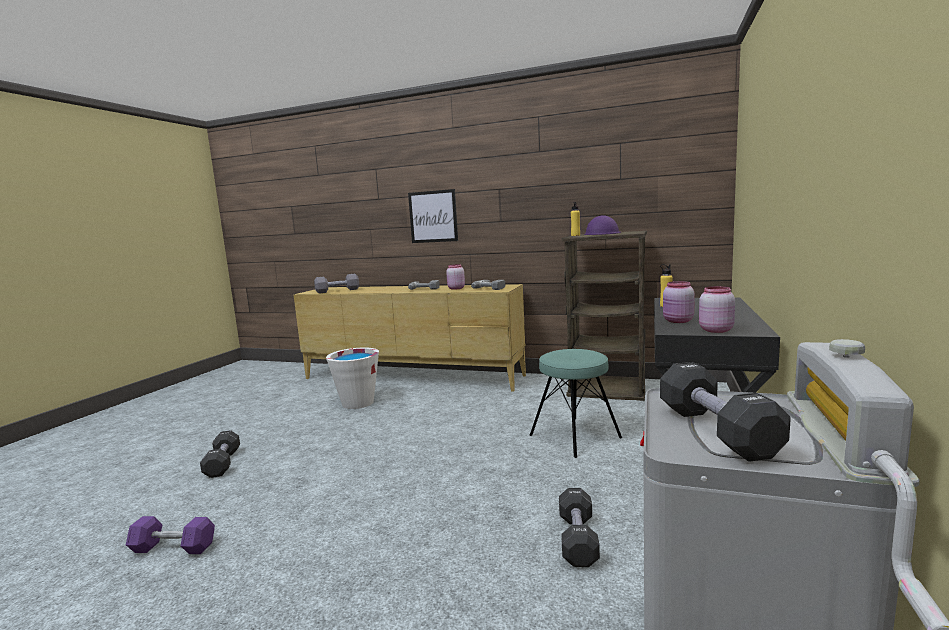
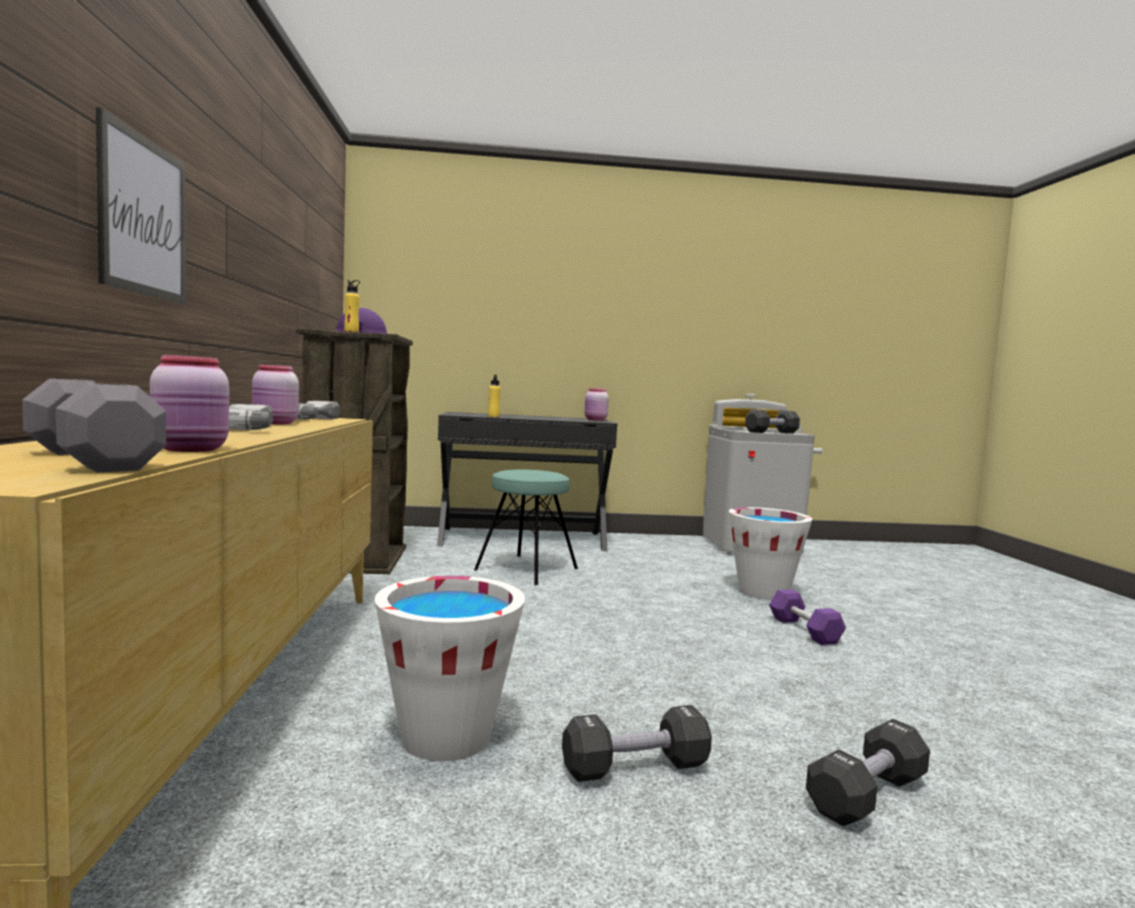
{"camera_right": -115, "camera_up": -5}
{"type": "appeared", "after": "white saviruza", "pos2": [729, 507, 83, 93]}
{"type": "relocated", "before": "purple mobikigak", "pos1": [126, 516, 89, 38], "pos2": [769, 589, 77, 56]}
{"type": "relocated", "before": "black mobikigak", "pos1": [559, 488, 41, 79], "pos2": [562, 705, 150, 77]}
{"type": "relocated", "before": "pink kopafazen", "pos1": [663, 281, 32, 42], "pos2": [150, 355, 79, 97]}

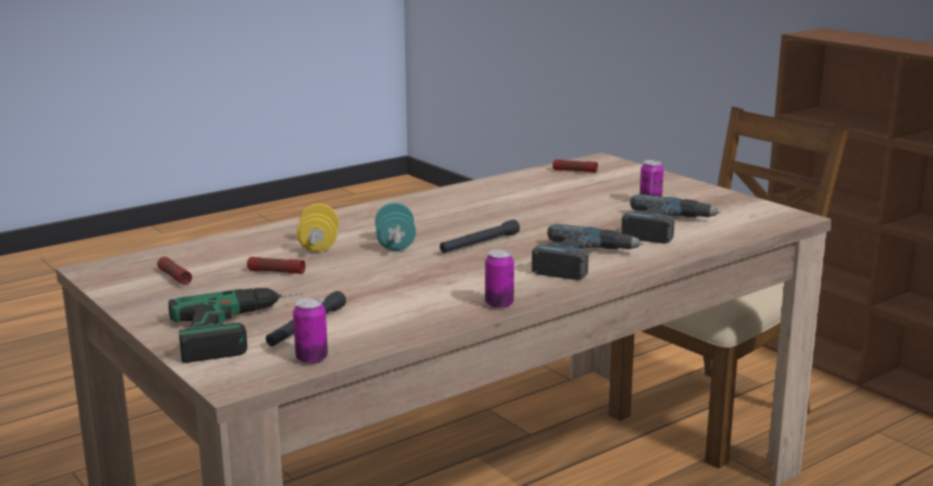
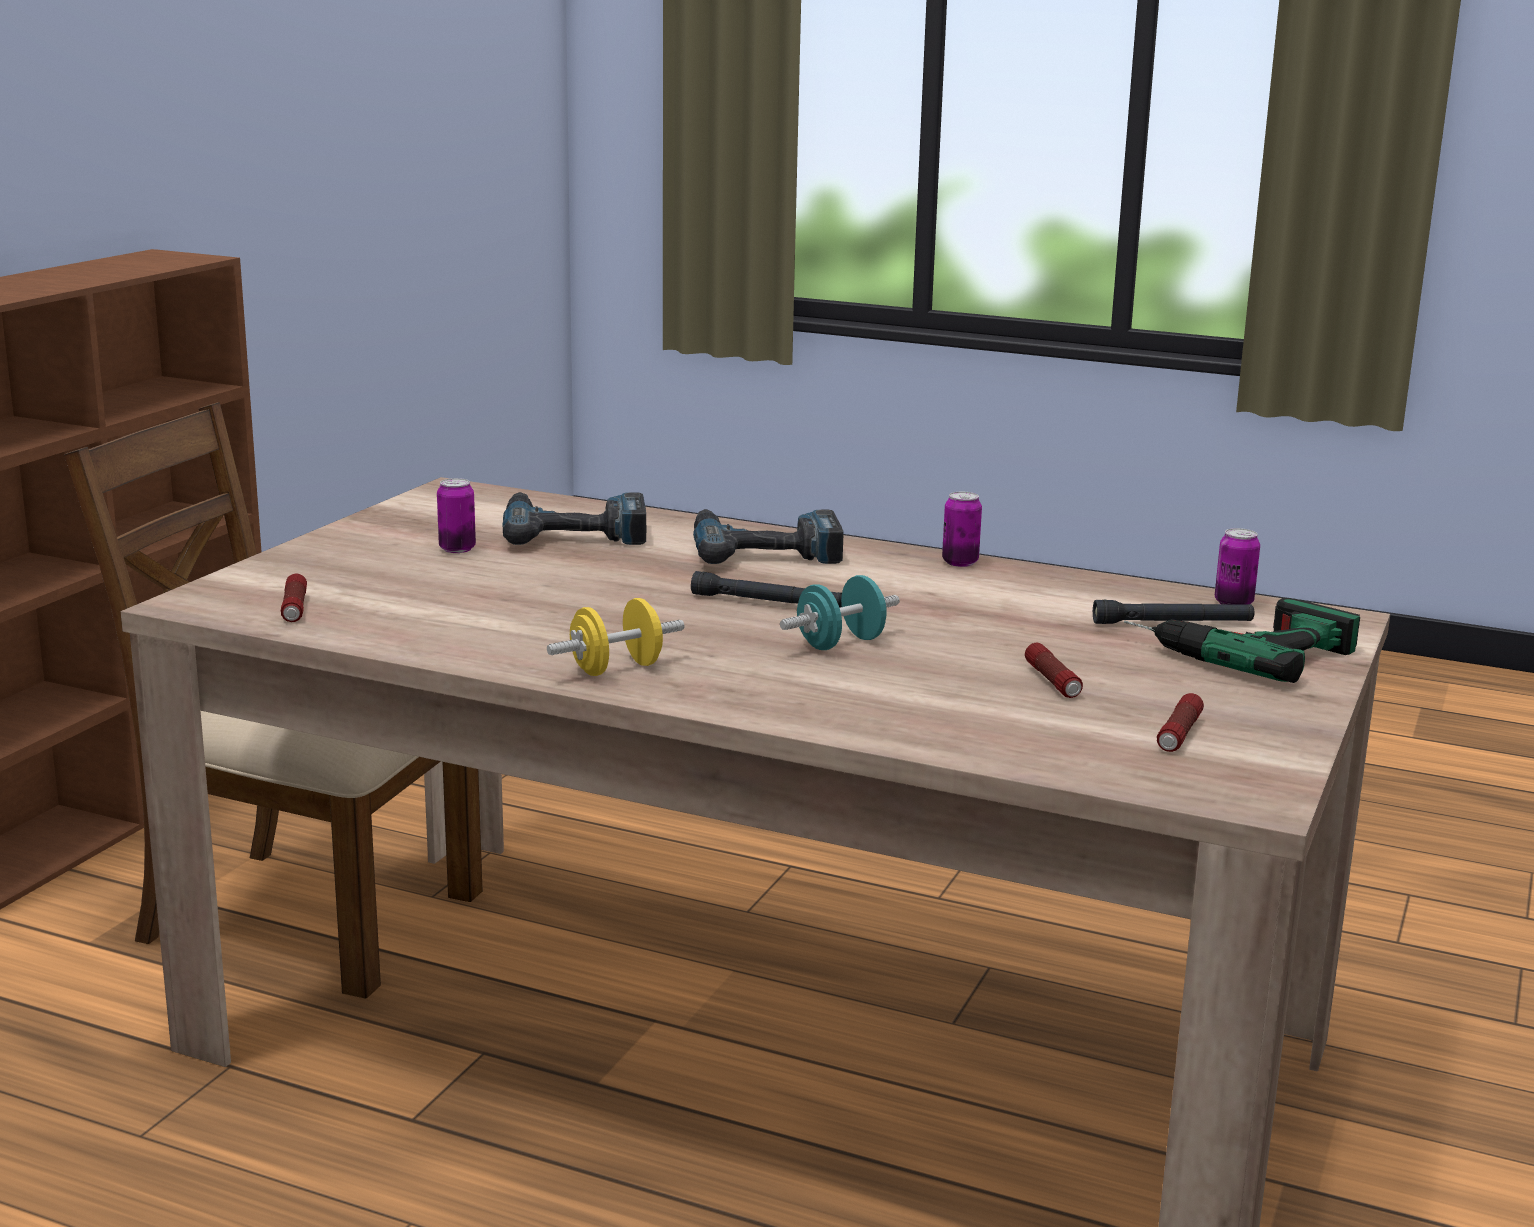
{"camera_right": -120, "camera_up": 0}
{"type": "relocated", "before": "yellow mobikigak", "pos1": [296, 204, 43, 48], "pos2": [547, 598, 137, 78]}

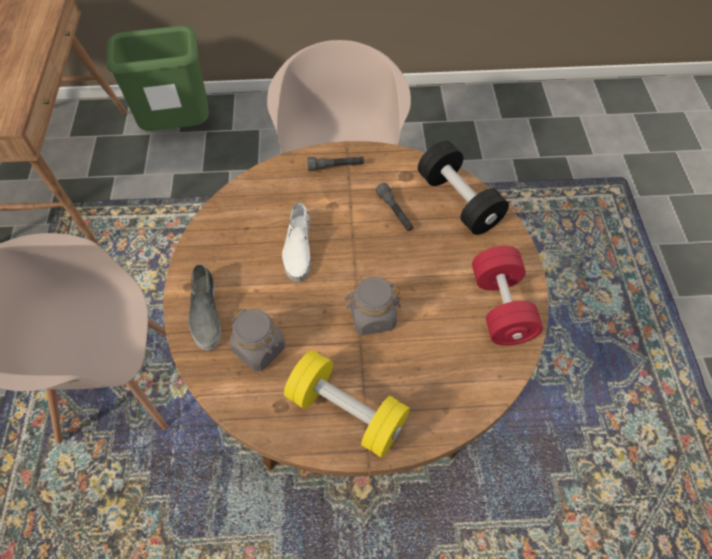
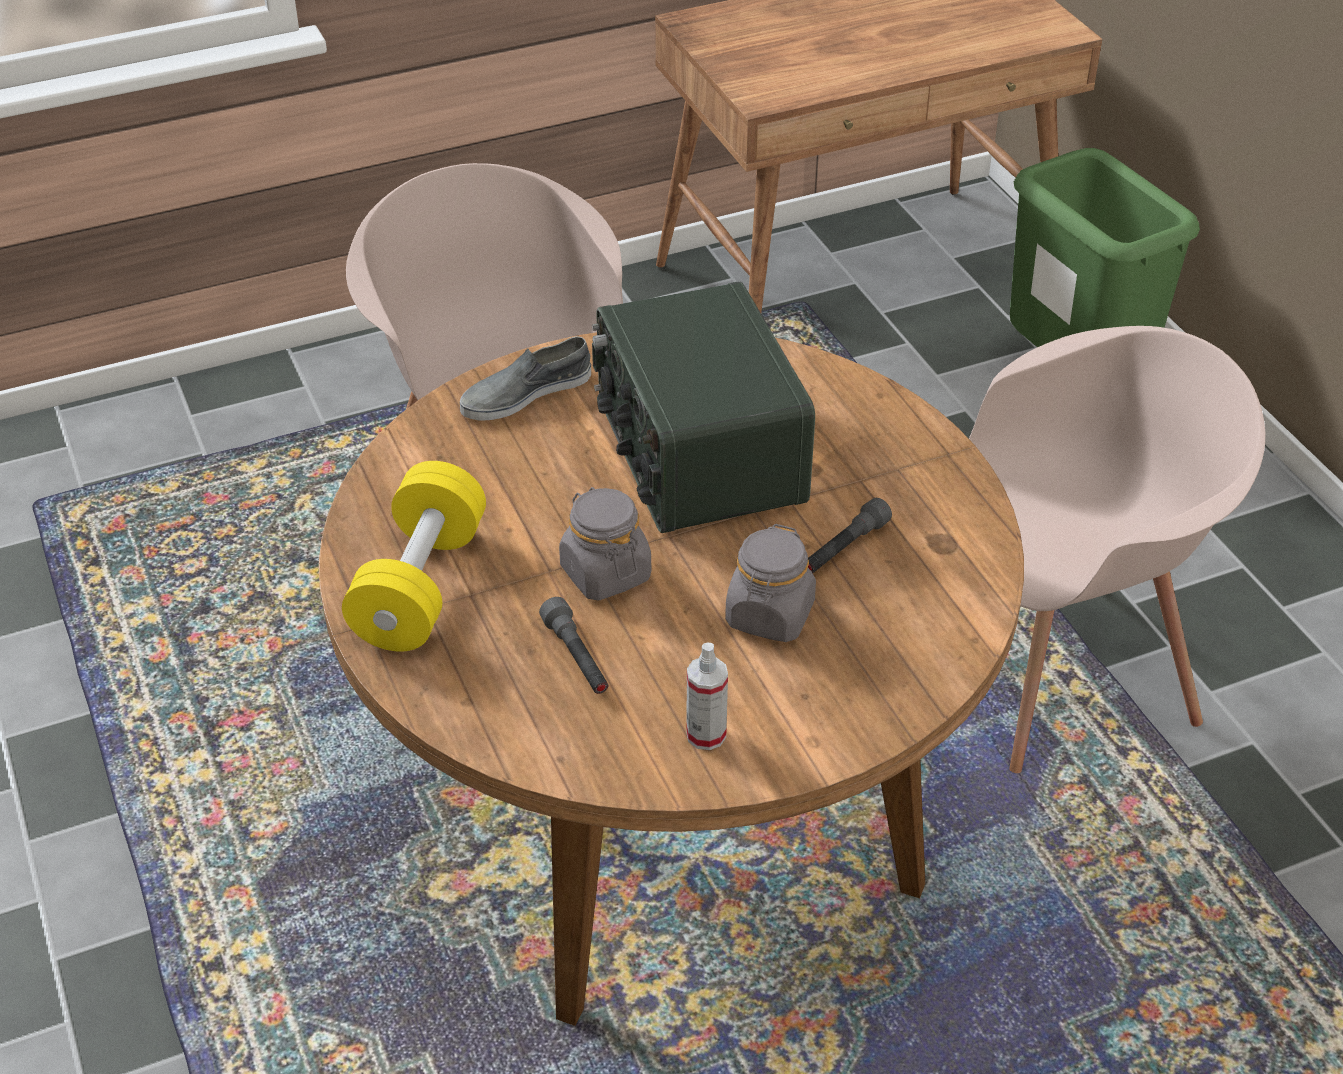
{"camera_right": 70, "camera_up": -15}
{"type": "missing", "before": "black mobikigak", "pos1": [418, 141, 91, 94]}
{"type": "relocated", "before": "grey kopafazen", "pos1": [230, 309, 55, 62], "pos2": [725, 524, 91, 118]}
{"type": "relocated", "before": "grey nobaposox", "pos1": [307, 157, 57, 14], "pos2": [539, 597, 69, 97]}
{"type": "exchanged", "before": "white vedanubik", "after": "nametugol", "pos1": [282, 203, 29, 79], "pos2": [592, 281, 223, 252]}
{"type": "exchanged", "before": "red mobikigak", "after": "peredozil", "pos1": [472, 246, 71, 100], "pos2": [686, 643, 42, 107]}

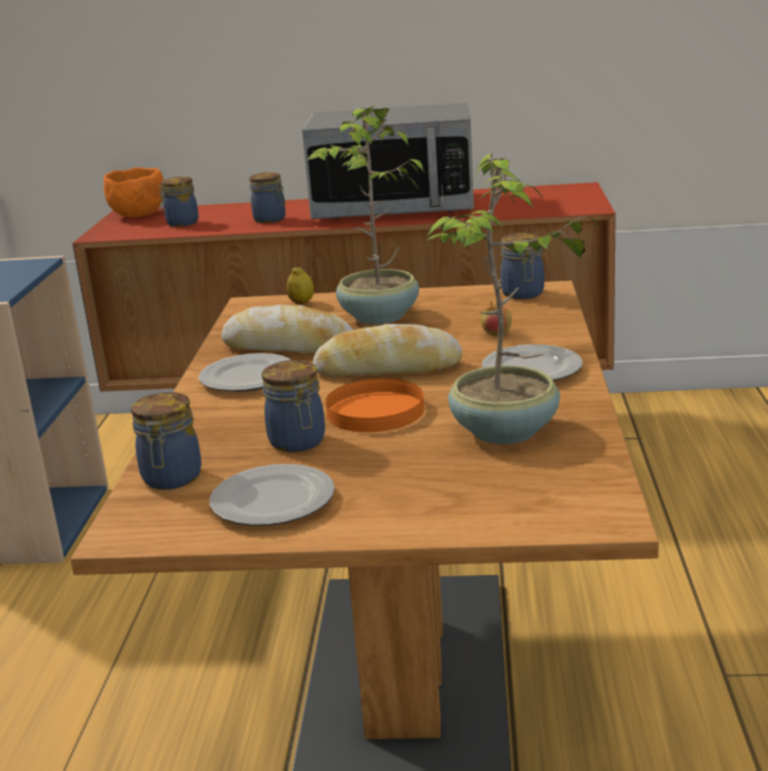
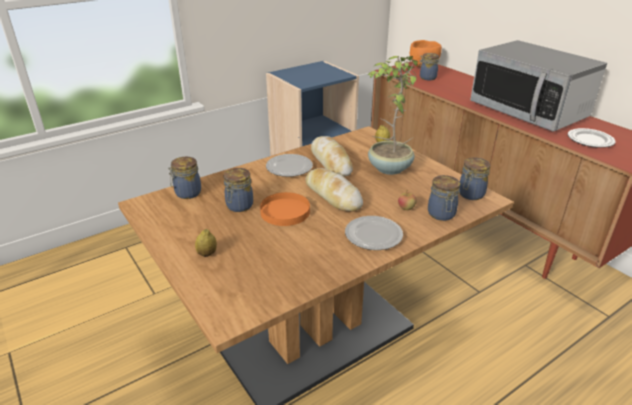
{"camera_right": 50, "camera_up": 10}
{"type": "missing", "before": "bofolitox", "pos1": [425, 154, 176, 290]}
{"type": "appeared", "after": "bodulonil", "pos2": [195, 229, 22, 28]}
{"type": "relocated", "before": "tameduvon", "pos1": [209, 464, 126, 62], "pos2": [568, 128, 48, 20]}
{"type": "relocated", "before": "kopafazen", "pos1": [249, 172, 37, 51], "pos2": [428, 175, 32, 46]}

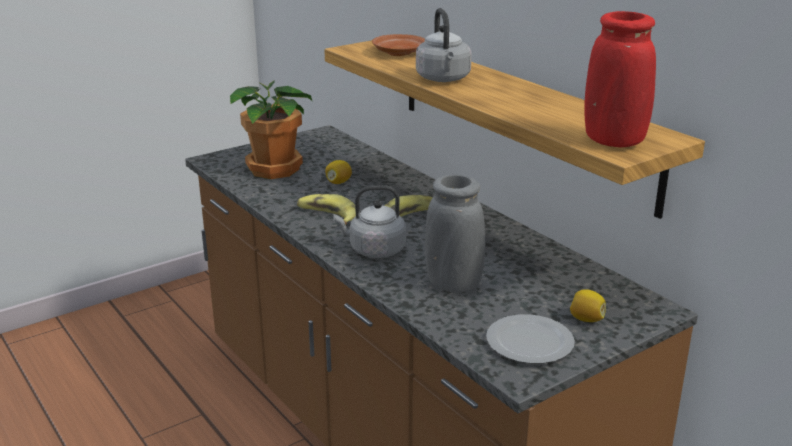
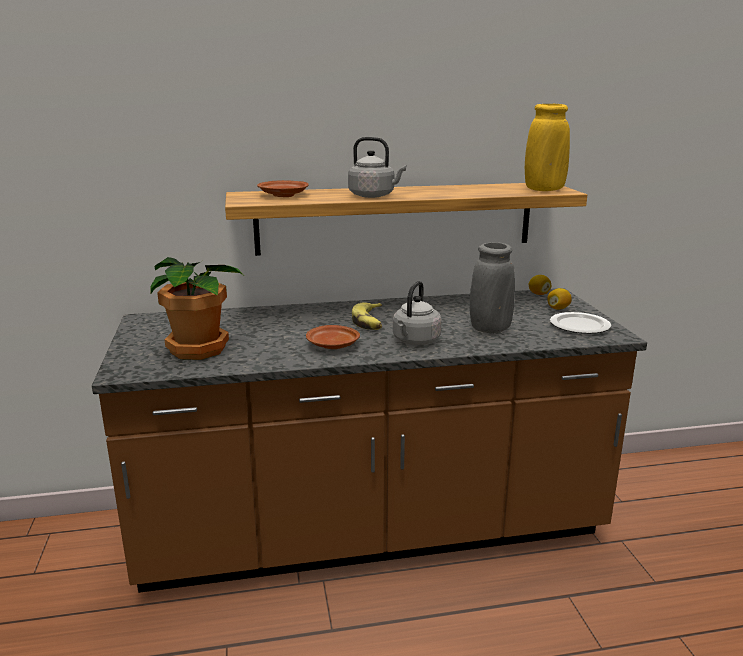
{"camera_right": -65, "camera_up": -5}
{"type": "relocated", "before": "bodulonil", "pos1": [325, 160, 27, 24], "pos2": [529, 275, 22, 20]}
{"type": "exchanged", "before": "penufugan", "after": "brown tameduvon", "pos1": [297, 194, 59, 31], "pos2": [306, 325, 54, 24]}
{"type": "colour", "before": "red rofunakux", "after": "yellow rofunakux", "pos1": [584, 11, 72, 136], "pos2": [525, 104, 45, 87]}

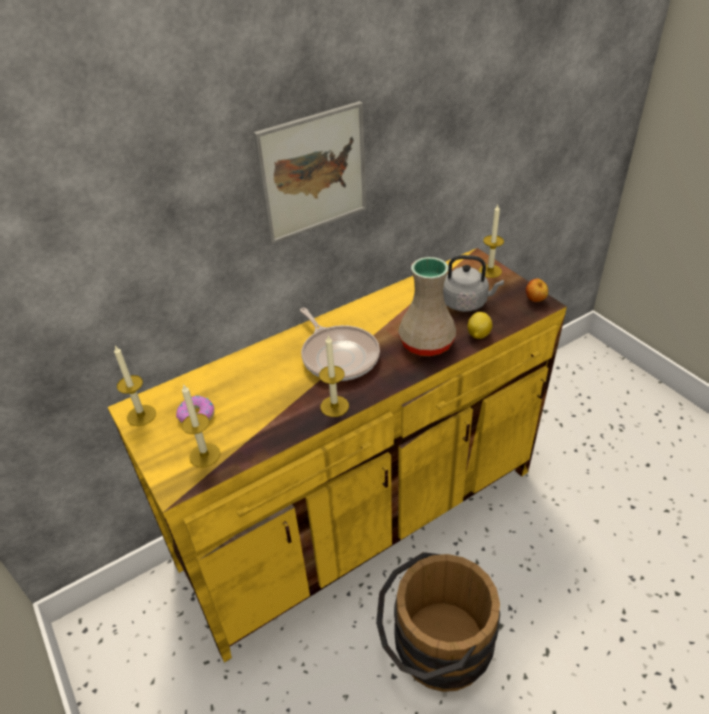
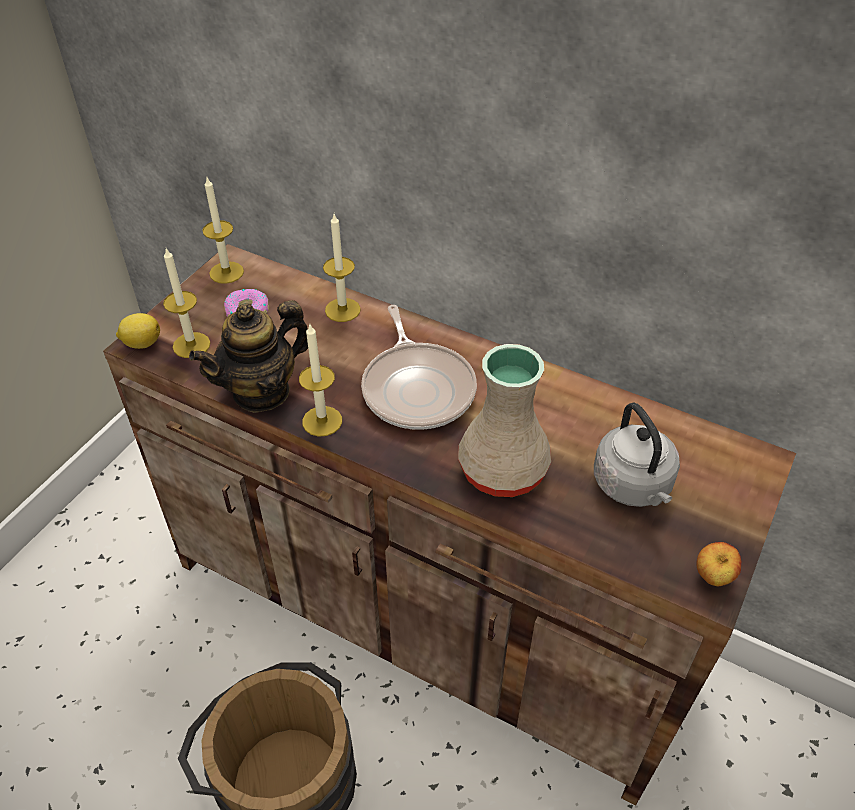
{"camera_right": 60, "camera_up": 5}
{"type": "missing", "before": "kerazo", "pos1": [254, 101, 112, 143]}
{"type": "appeared", "after": "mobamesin", "pos2": [189, 300, 119, 113]}
{"type": "relocated", "before": "bodulonil", "pos1": [468, 312, 24, 27], "pos2": [116, 313, 44, 36]}
{"type": "relocated", "before": "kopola", "pos1": [479, 205, 25, 73], "pos2": [323, 214, 38, 108]}
{"type": "colour", "before": "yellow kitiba", "after": "brown kitiba", "pos1": [108, 248, 459, 415], "pos2": [103, 244, 693, 561]}
{"type": "spun", "before": "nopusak", "pos1": [300, 308, 80, 73], "pos2": [361, 305, 116, 125], "turn": -45}

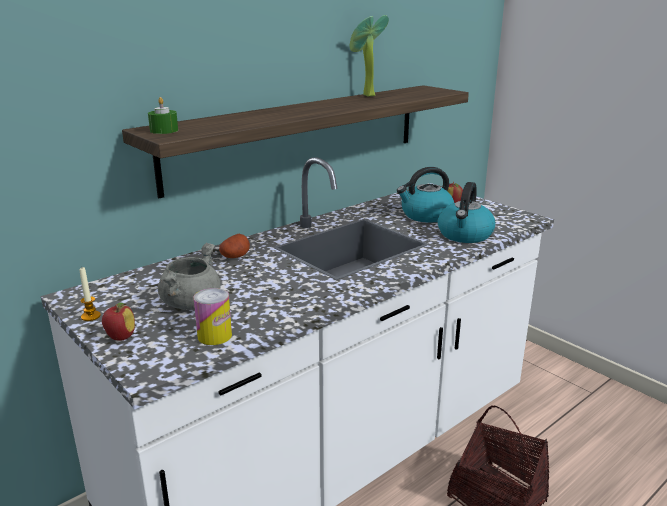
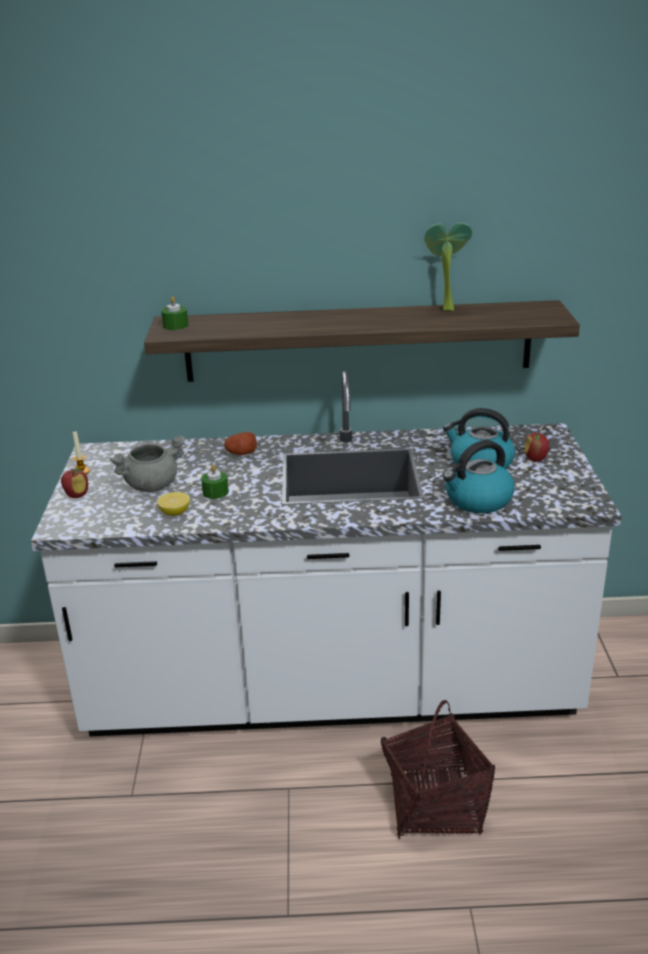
{"camera_right": 40, "camera_up": 5}
{"type": "missing", "before": "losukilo", "pos1": [193, 288, 39, 57]}
{"type": "appeared", "after": "bodulonil", "pos2": [157, 492, 33, 24]}
{"type": "appeared", "after": "green kopola", "pos2": [201, 465, 28, 34]}

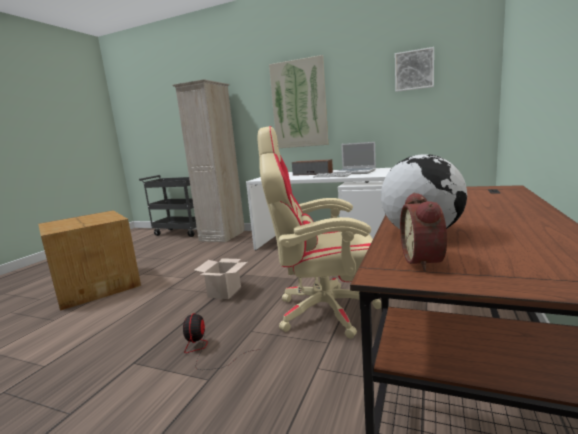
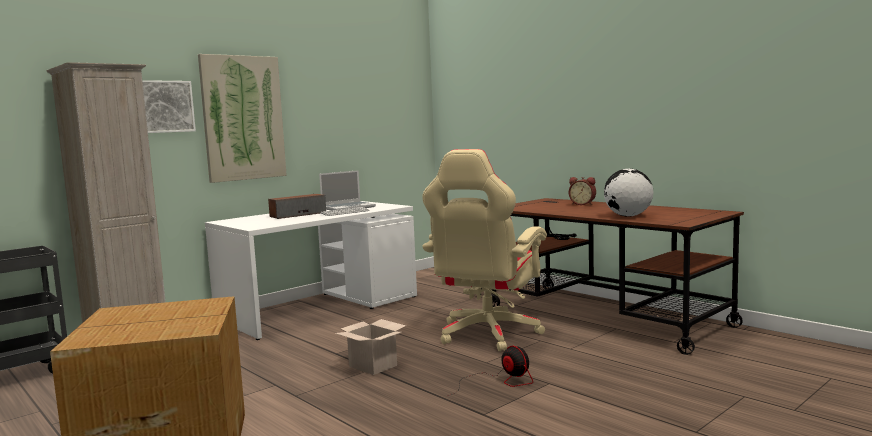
{"camera_right": -65, "camera_up": -5}
{"type": "relocated", "before": "kerazo", "pos1": [395, 47, 39, 45], "pos2": [142, 80, 54, 53]}
{"type": "relocated", "before": "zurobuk", "pos1": [400, 193, 47, 78], "pos2": [569, 177, 27, 28]}
{"type": "spun", "before": "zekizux", "pos1": [183, 313, 78, 57], "pos2": [448, 346, 85, 50], "turn": -150}

